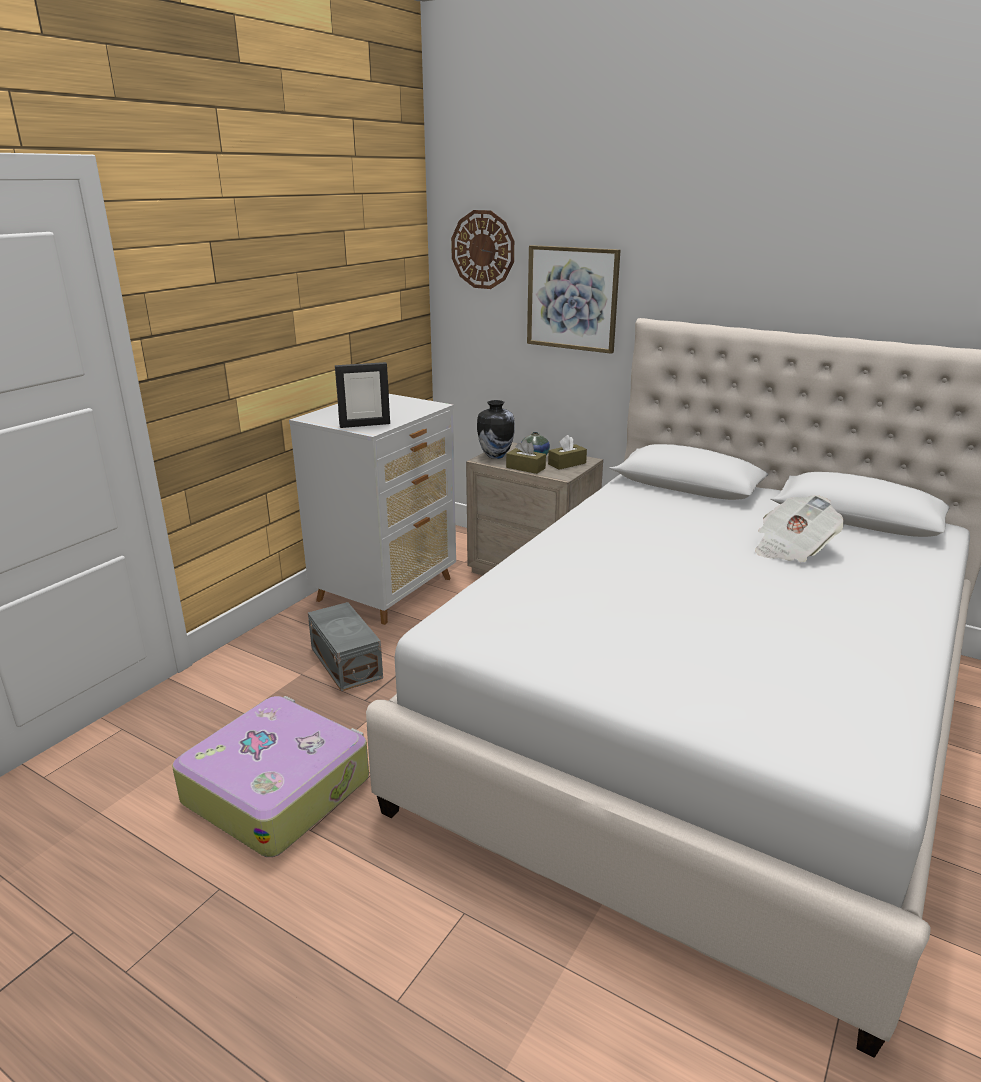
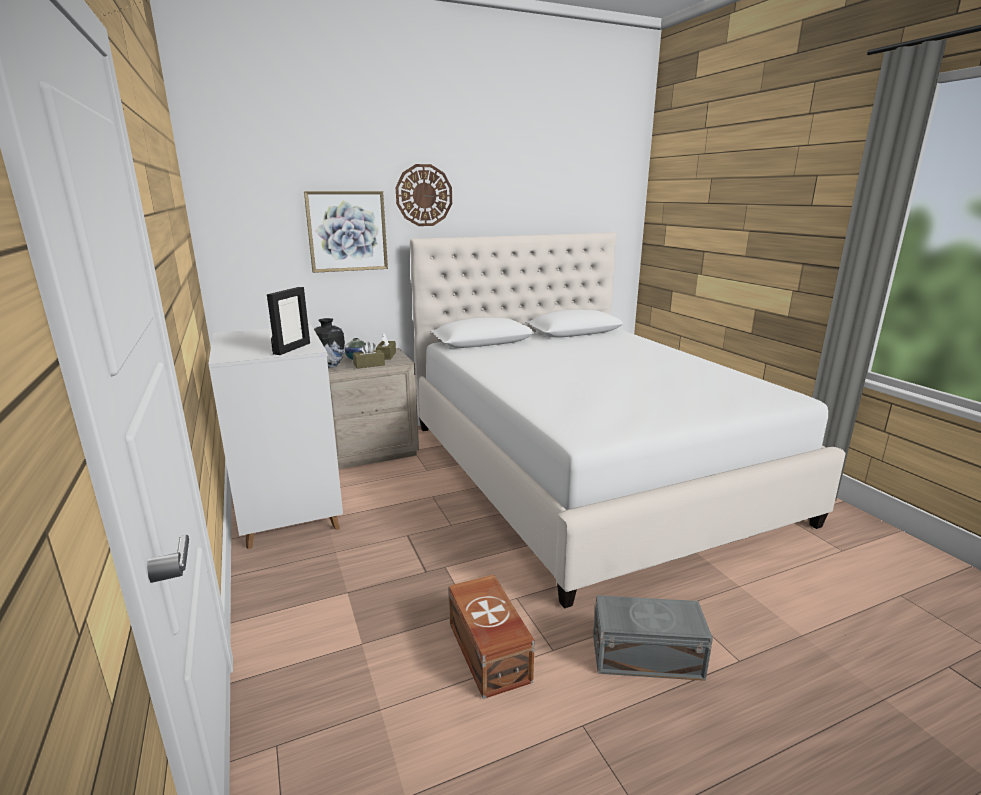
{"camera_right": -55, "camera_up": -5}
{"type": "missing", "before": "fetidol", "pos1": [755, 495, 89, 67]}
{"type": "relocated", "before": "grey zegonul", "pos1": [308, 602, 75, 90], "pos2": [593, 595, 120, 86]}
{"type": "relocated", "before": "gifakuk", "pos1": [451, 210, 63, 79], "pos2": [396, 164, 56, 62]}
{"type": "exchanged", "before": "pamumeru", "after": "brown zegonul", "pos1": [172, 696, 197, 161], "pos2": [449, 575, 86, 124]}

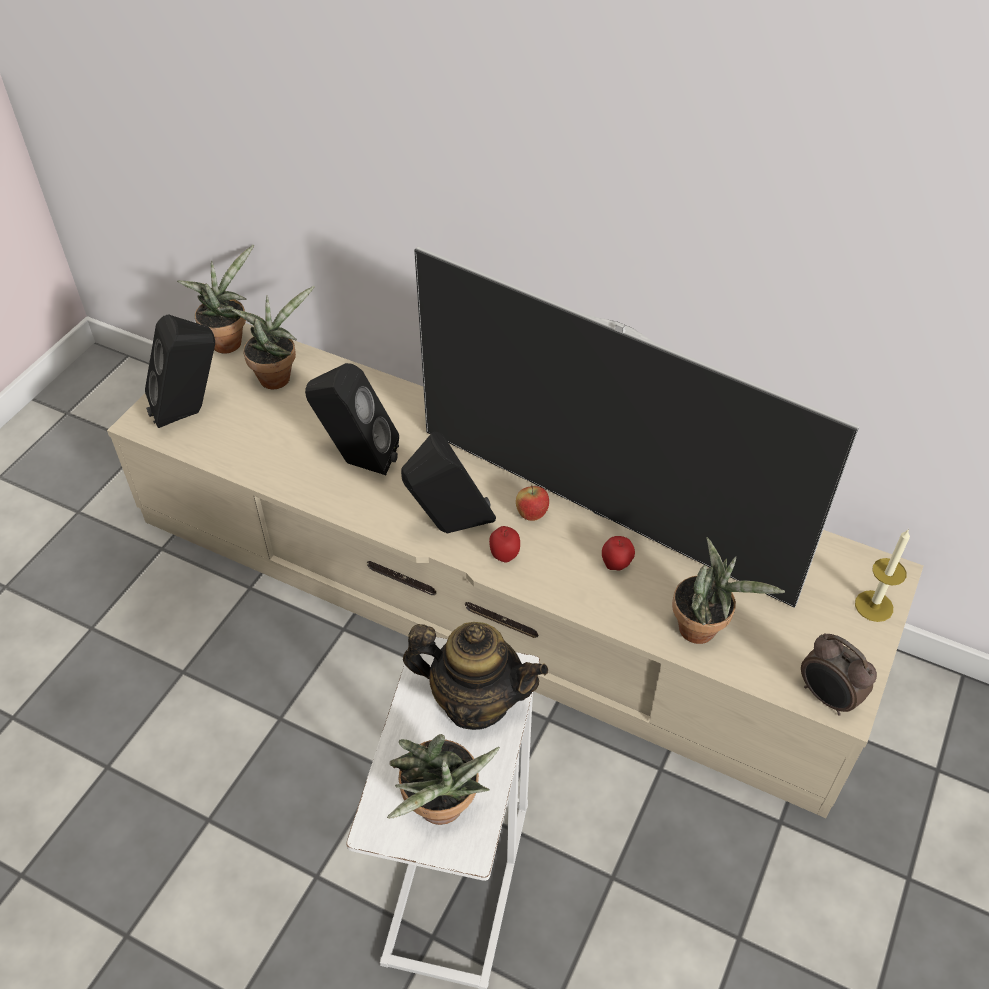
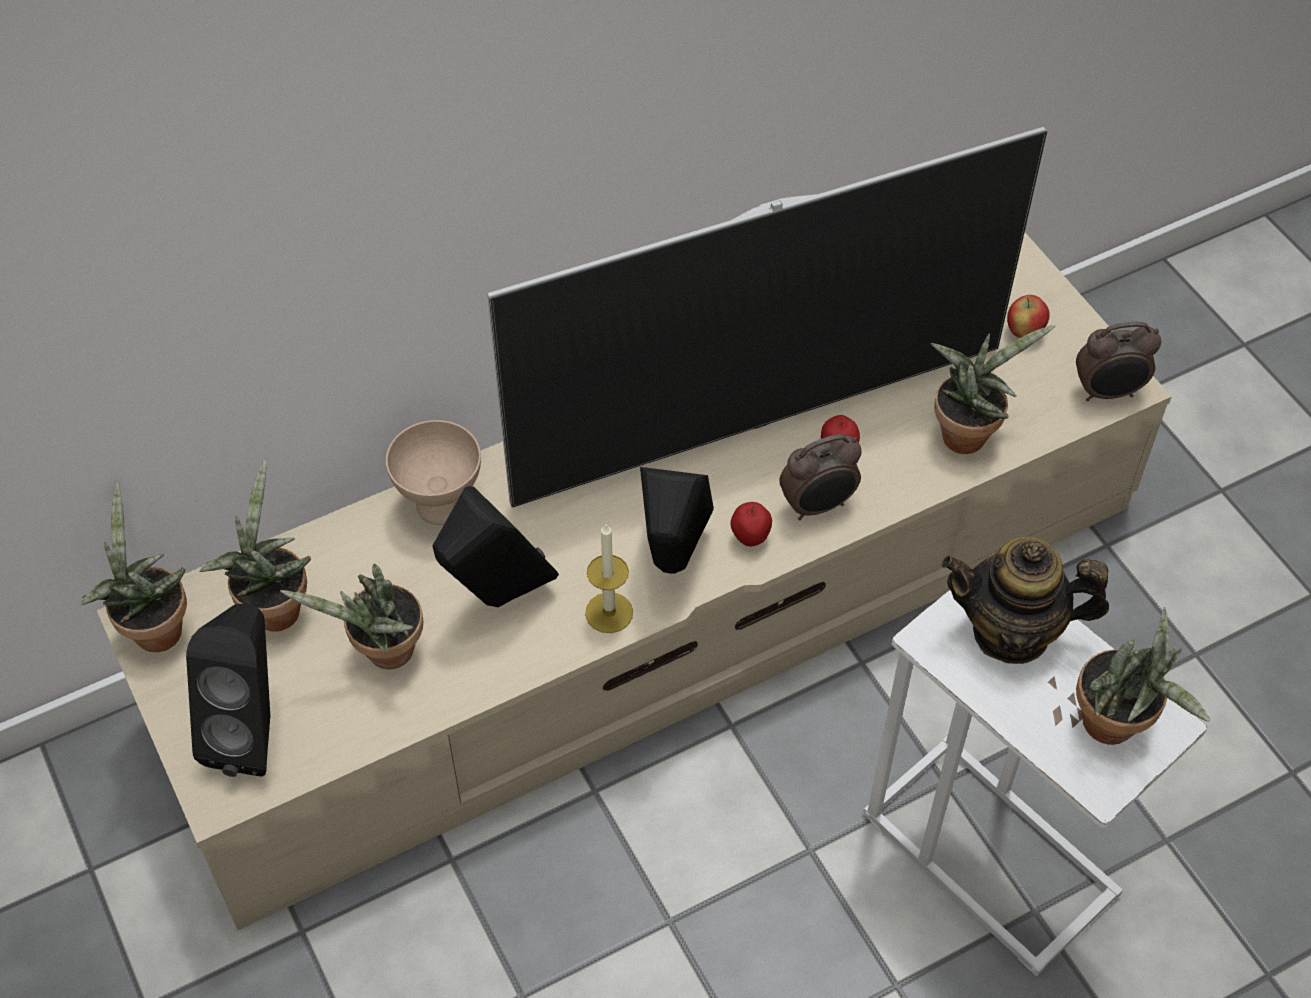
{"camera_right": -55, "camera_up": 5}
{"type": "appeared", "after": "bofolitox", "pos2": [280, 564, 143, 105]}
{"type": "appeared", "after": "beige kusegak", "pos2": [386, 420, 95, 105]}
{"type": "appeared", "after": "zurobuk", "pos2": [779, 434, 83, 86]}
{"type": "relocated", "before": "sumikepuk", "pos1": [516, 485, 33, 36], "pos2": [1007, 295, 43, 43]}
{"type": "relocated", "before": "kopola", "pos1": [855, 529, 55, 93], "pos2": [585, 524, 48, 109]}
{"type": "spun", "before": "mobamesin", "pos1": [403, 622, 145, 108], "pos2": [942, 537, 167, 127], "turn": -135}

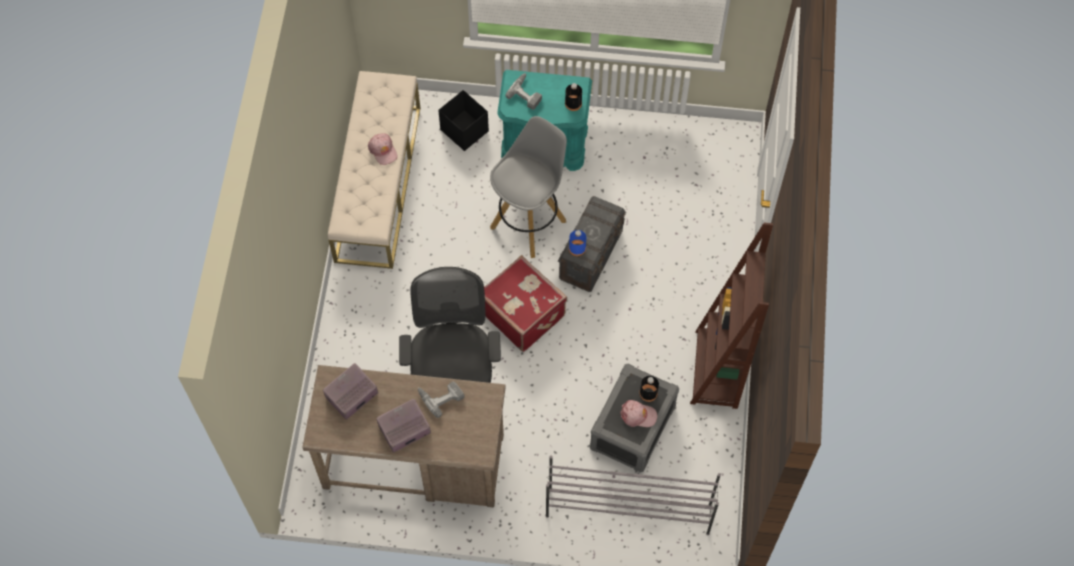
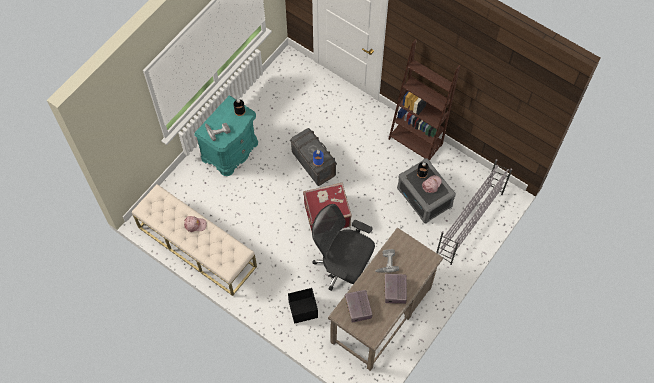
{"camera_right": -60, "camera_up": 0}
{"type": "missing", "before": "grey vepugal", "pos1": [490, 116, 77, 142]}
{"type": "relocated", "before": "black zegonul", "pos1": [438, 90, 51, 61], "pos2": [288, 288, 30, 36]}

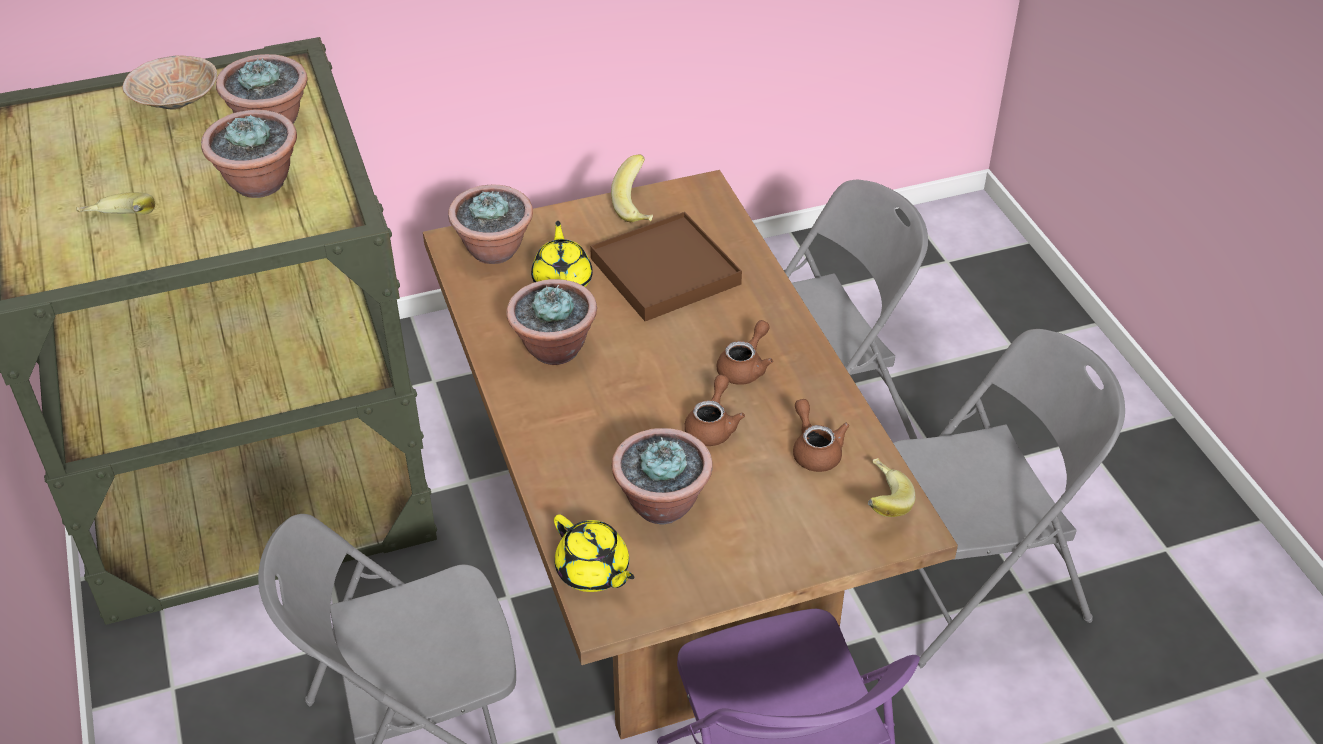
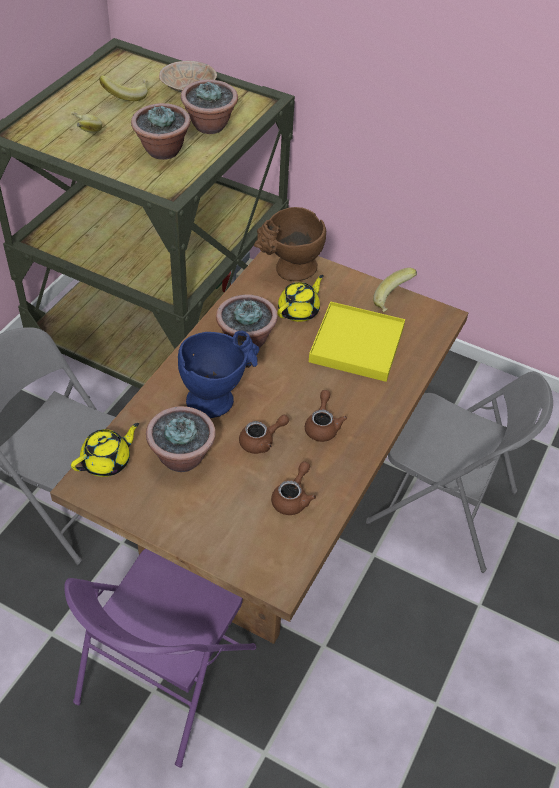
{"camera_right": 45, "camera_up": 5}
{"type": "missing", "before": "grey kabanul", "pos1": [893, 329, 232, 339]}
{"type": "appeared", "after": "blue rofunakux", "pos2": [178, 330, 82, 88]}
{"type": "relocated", "before": "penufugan", "pos1": [868, 458, 48, 59], "pos2": [99, 75, 49, 26]}
{"type": "exchanged", "before": "bofolitox", "after": "brown rofunakux", "pos1": [448, 185, 85, 79], "pos2": [254, 207, 72, 74]}
{"type": "colour", "before": "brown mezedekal", "after": "yellow mezedekal", "pos1": [590, 212, 152, 109], "pos2": [309, 301, 96, 81]}
{"type": "spun", "before": "yellow mobamesin", "pos1": [554, 514, 81, 78], "pos2": [71, 423, 68, 54], "turn": -135}
{"type": "spun", "before": "brown mobamesin", "pos1": [716, 320, 57, 65], "pos2": [305, 390, 42, 52], "turn": -75}

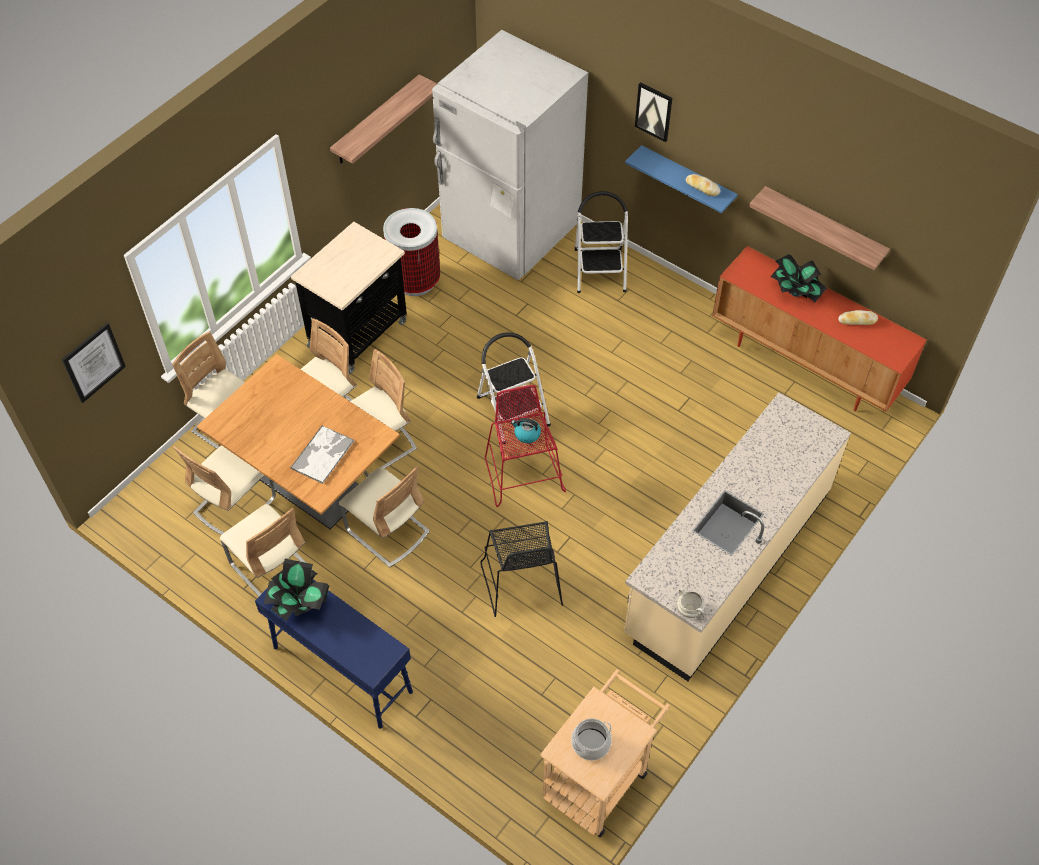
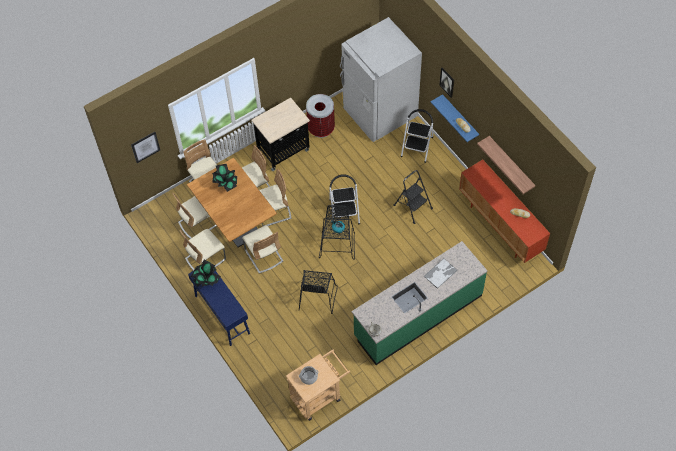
{"camera_right": 20, "camera_up": 5}
{"type": "missing", "before": "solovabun", "pos1": [330, 74, 107, 90]}
{"type": "appeared", "after": "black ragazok", "pos2": [393, 170, 40, 54]}
{"type": "relocated", "before": "mezedekal", "pos1": [290, 425, 64, 59], "pos2": [424, 258, 34, 31]}
{"type": "relocated", "before": "bofolitox", "pos1": [770, 254, 57, 49], "pos2": [212, 164, 25, 28]}
{"type": "colour", "before": "red vepugal", "after": "black vepugal", "pos1": [485, 385, 81, 122], "pos2": [319, 205, 36, 55]}
{"type": "colour", "before": "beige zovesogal", "after": "green zovesogal", "pos1": [624, 393, 227, 288], "pos2": [352, 241, 135, 124]}
{"type": "spun", "before": "beige kabanul", "pos1": [220, 504, 94, 92], "pos2": [180, 229, 46, 42], "turn": 75}

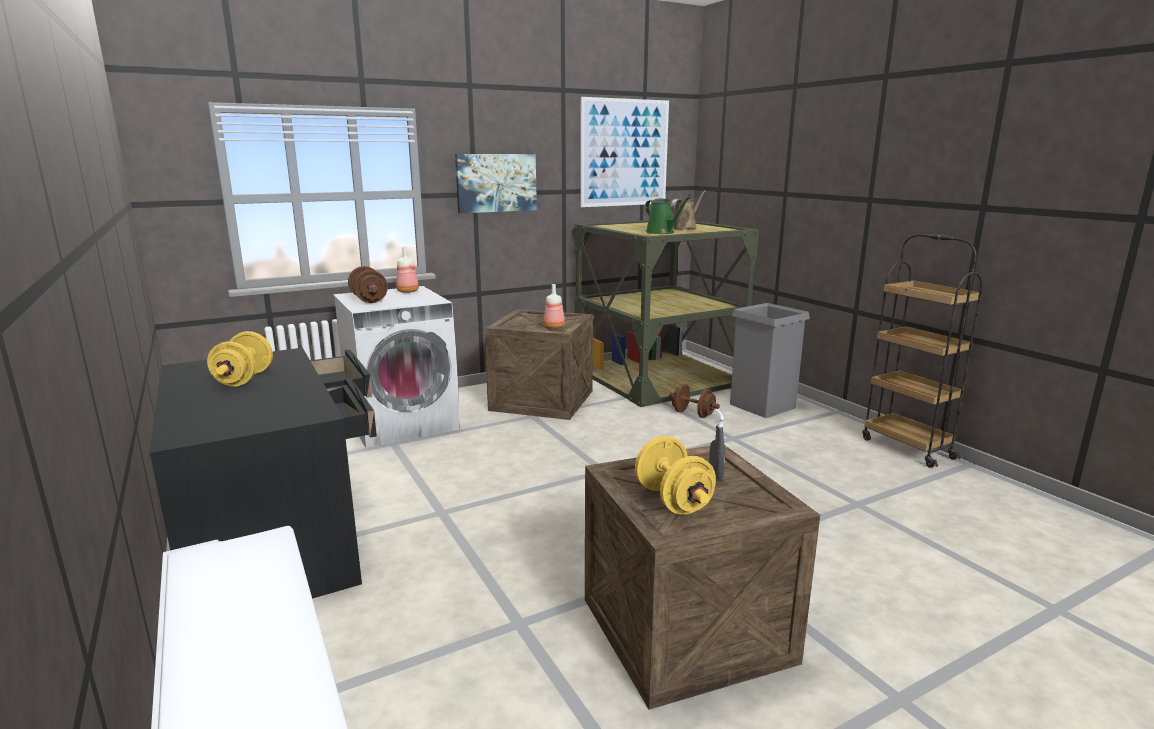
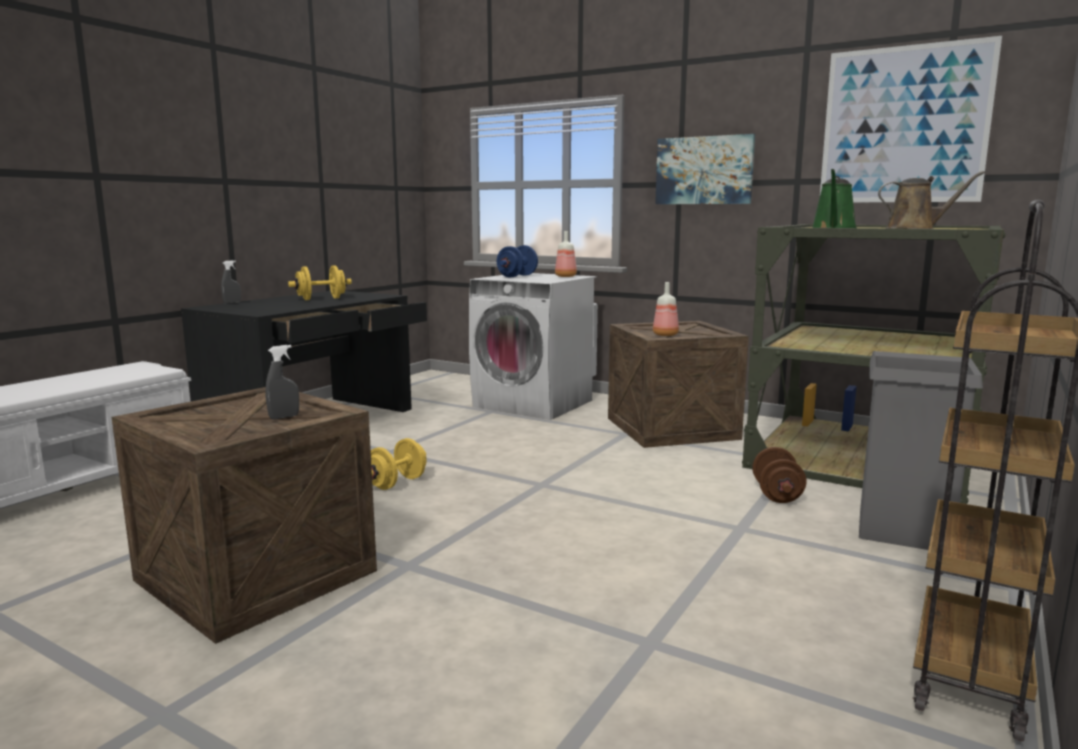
{"camera_right": 60, "camera_up": -5}
{"type": "appeared", "after": "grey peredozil", "pos2": [221, 260, 20, 44]}
{"type": "relocated", "before": "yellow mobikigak", "pos1": [635, 436, 81, 79], "pos2": [371, 438, 56, 52]}
{"type": "colour", "before": "brown mobikigak", "after": "blue mobikigak", "pos1": [348, 266, 40, 37], "pos2": [497, 245, 41, 33]}

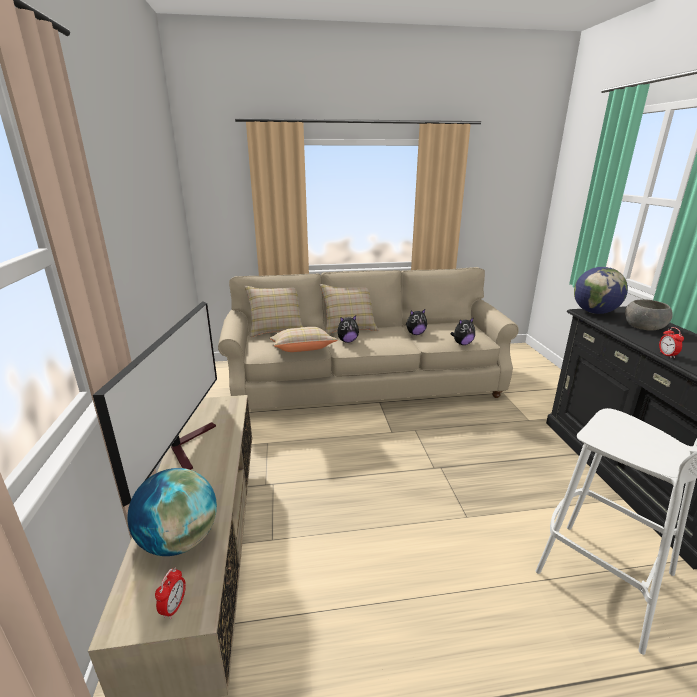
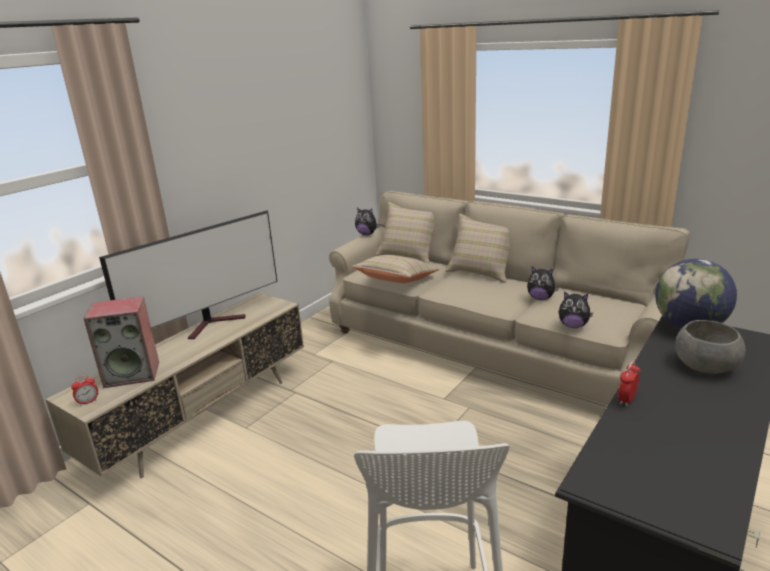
{"camera_right": 45, "camera_up": 0}
{"type": "relocated", "before": "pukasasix", "pos1": [337, 316, 22, 27], "pos2": [355, 208, 25, 27]}
{"type": "exchanged", "before": "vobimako", "after": "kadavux", "pos1": [127, 468, 90, 88], "pos2": [84, 296, 75, 92]}

